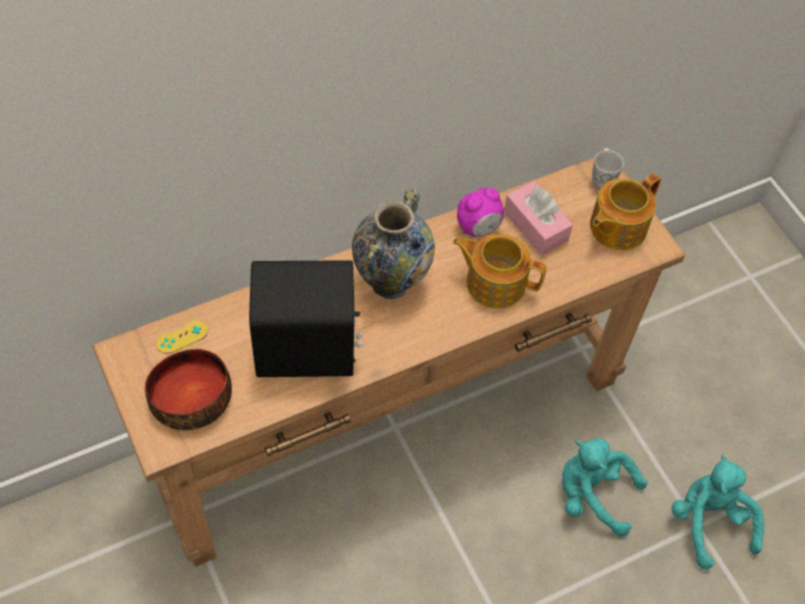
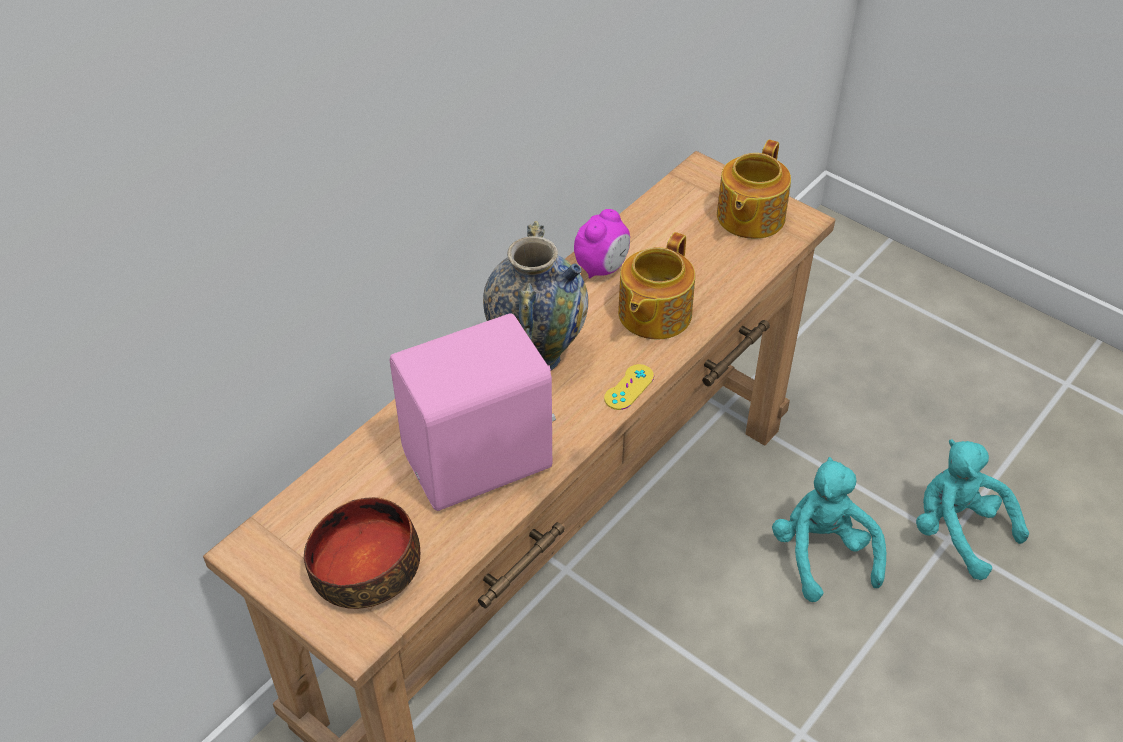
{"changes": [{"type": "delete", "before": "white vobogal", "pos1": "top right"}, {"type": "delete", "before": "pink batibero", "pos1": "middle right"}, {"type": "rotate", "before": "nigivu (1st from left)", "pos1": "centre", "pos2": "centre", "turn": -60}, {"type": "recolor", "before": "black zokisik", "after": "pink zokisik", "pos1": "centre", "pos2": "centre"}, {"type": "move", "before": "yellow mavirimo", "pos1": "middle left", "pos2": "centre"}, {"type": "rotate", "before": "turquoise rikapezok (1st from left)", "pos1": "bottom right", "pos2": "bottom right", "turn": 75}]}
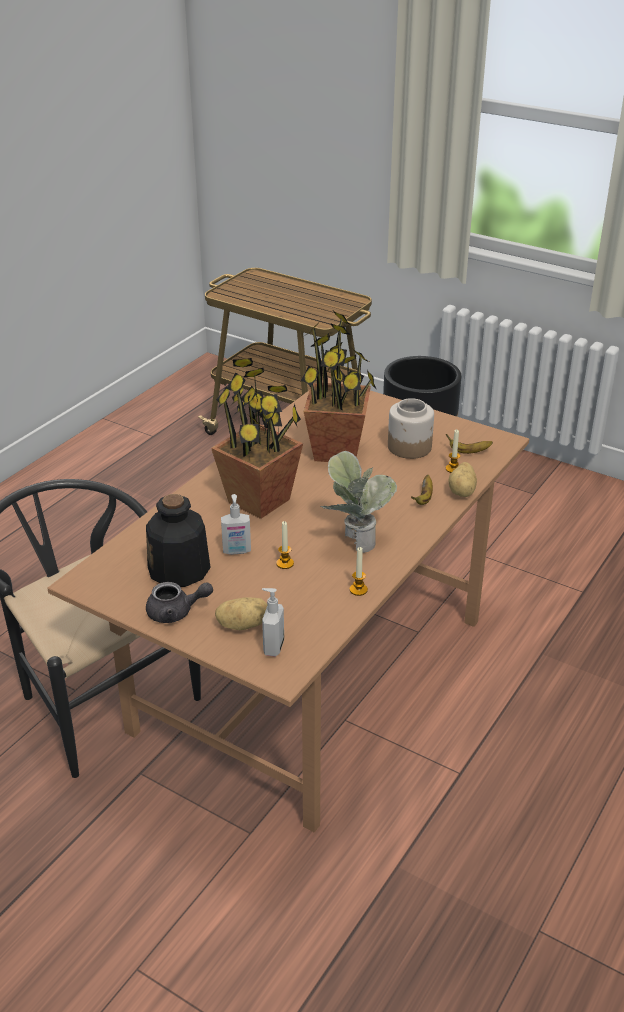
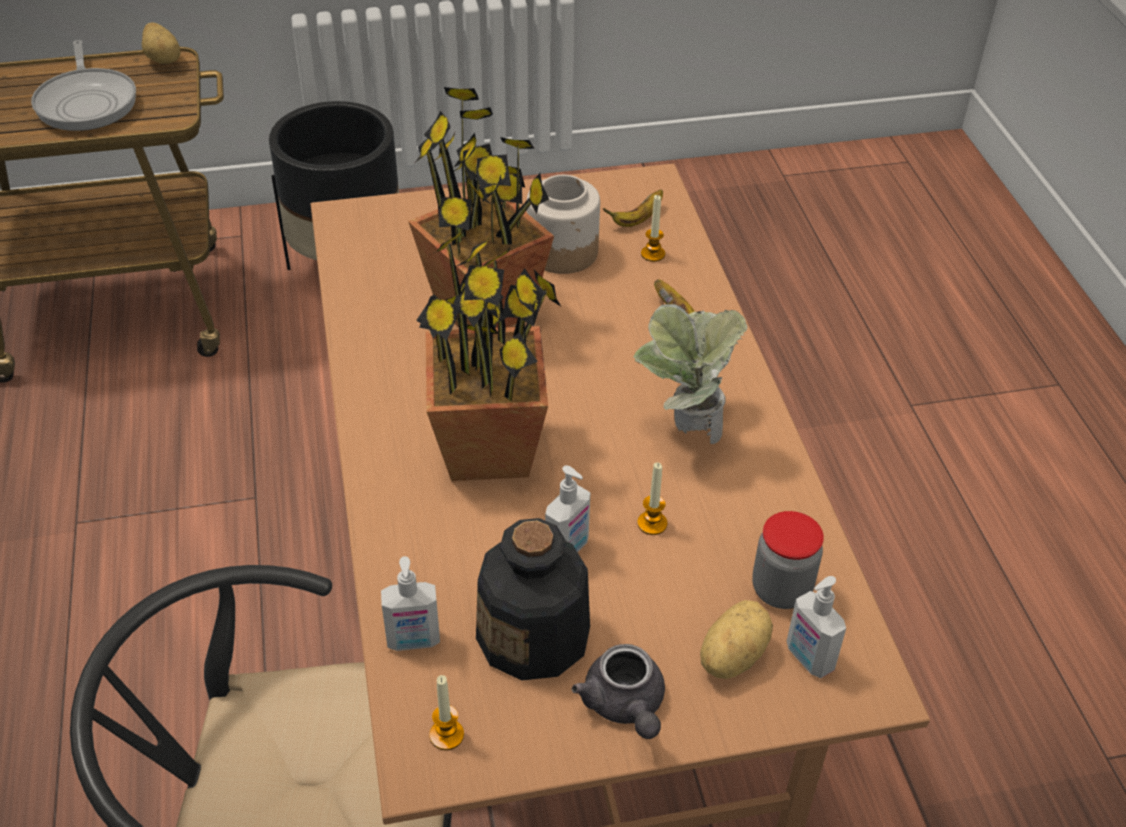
{"changes": [{"type": "move", "before": "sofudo (2nd from left in the first image)", "after": "sofudo (1st from left)", "pos1": "middle right", "pos2": "top left"}, {"type": "move", "before": "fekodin (2nd from left in the first image)", "after": "fekodin (1st from left)", "pos1": "centre", "pos2": "bottom centre"}, {"type": "rotate", "before": "grey nigivu", "pos1": "middle left", "pos2": "bottom centre", "turn": 120}, {"type": "insert", "after": "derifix", "pos2": "top left"}, {"type": "insert", "after": "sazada (2nd from left)", "pos2": "bottom right"}, {"type": "insert", "after": "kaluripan (1st from left)", "pos2": "bottom centre"}]}
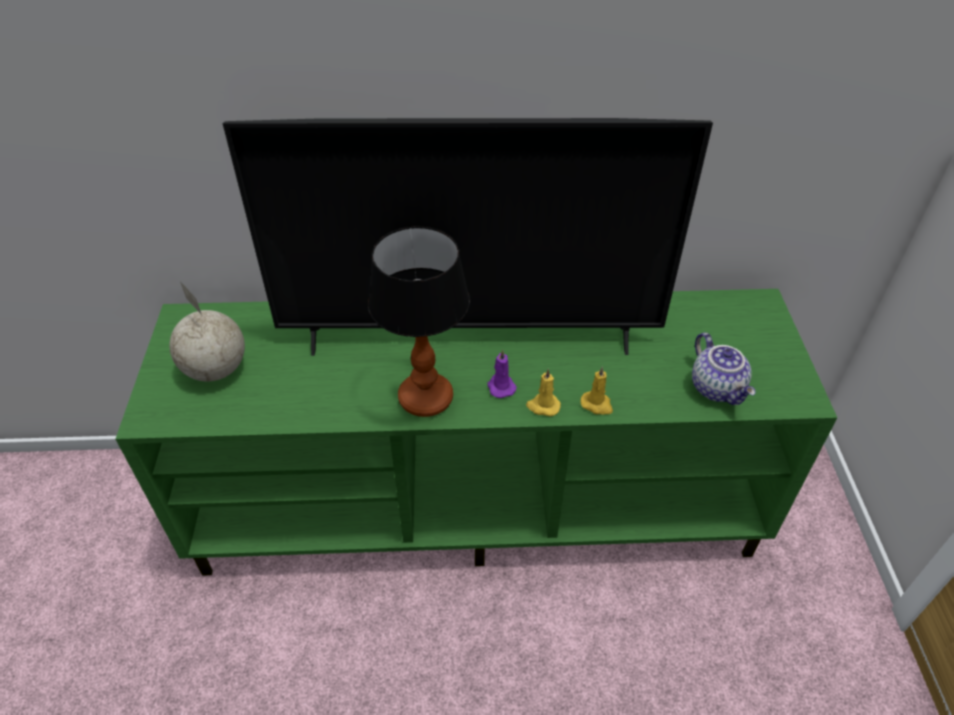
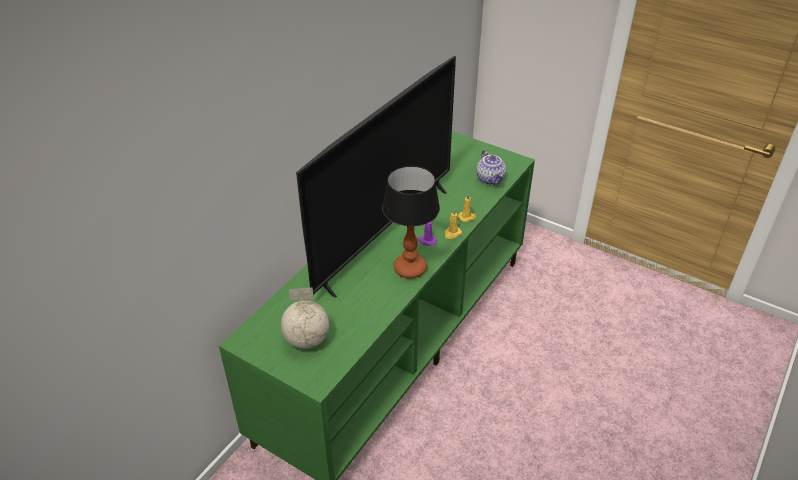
{"changes": [{"type": "rotate", "before": "nigivu", "pos1": "middle right", "pos2": "centre", "turn": 60}]}
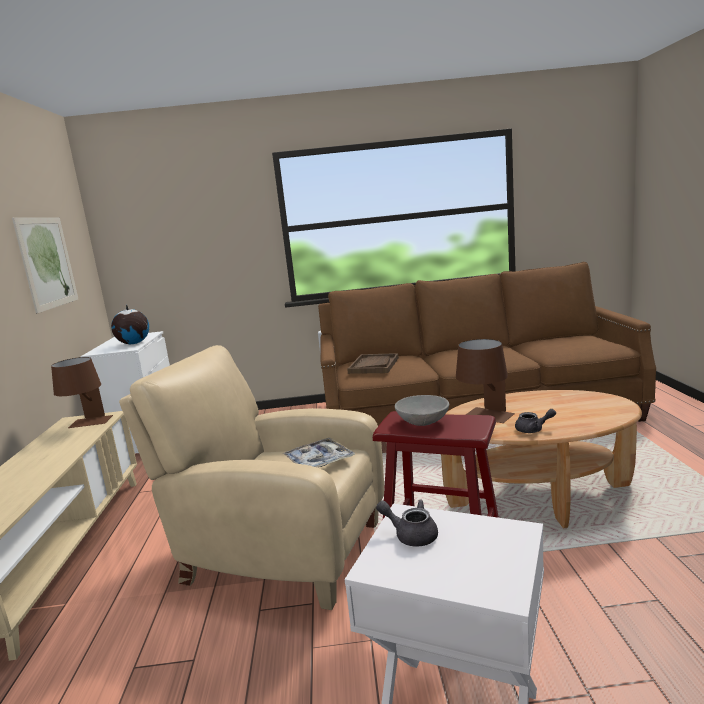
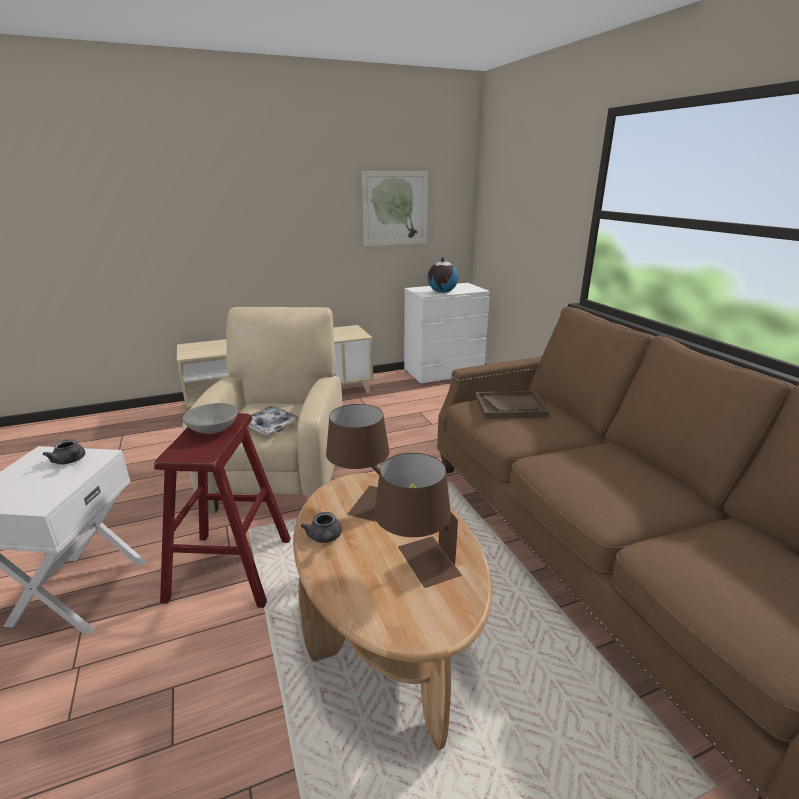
{"changes": [{"type": "move", "before": "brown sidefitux (1st from left in the first image)", "after": "brown sidefitux (2nd from left)", "pos1": "middle left", "pos2": "centre"}, {"type": "rotate", "before": "grey nigivu (1st from left)", "pos1": "bottom centre", "pos2": "middle left", "turn": 120}]}
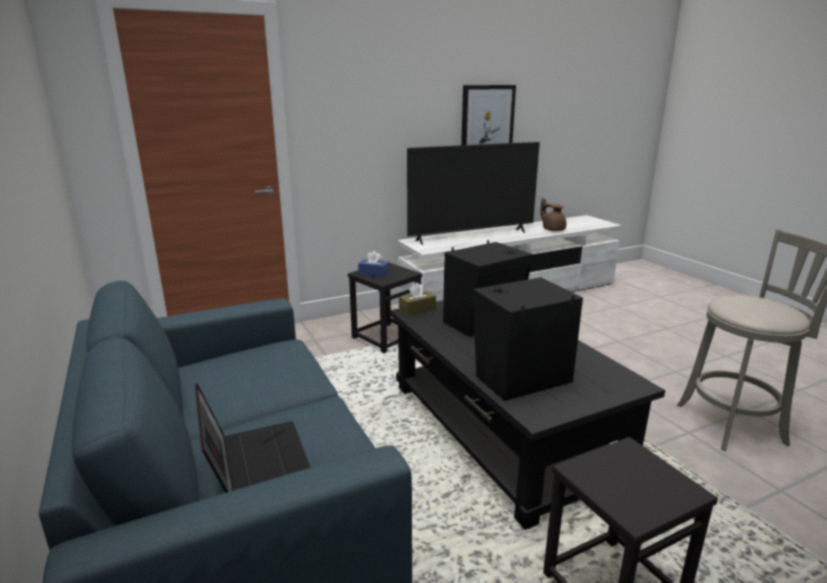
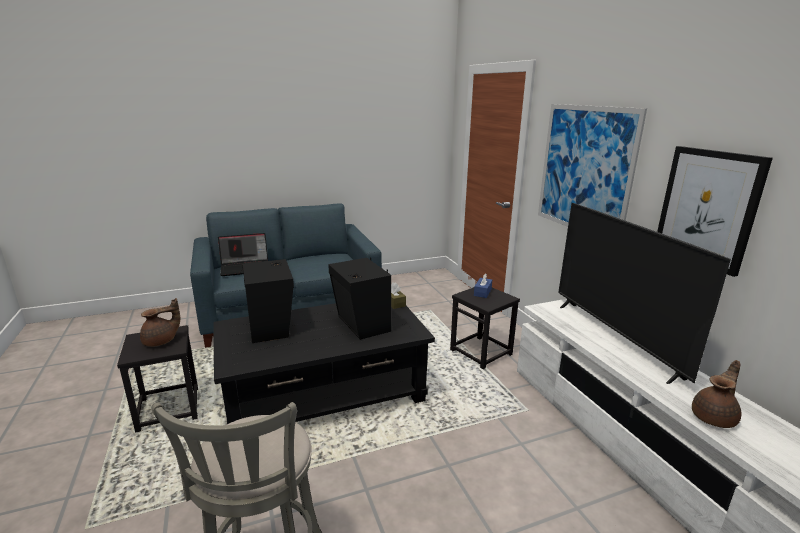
{"changes": [{"type": "insert", "after": "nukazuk (1st from left)", "pos2": "top right"}, {"type": "insert", "after": "brown nigivu (1st from left)", "pos2": "middle left"}]}
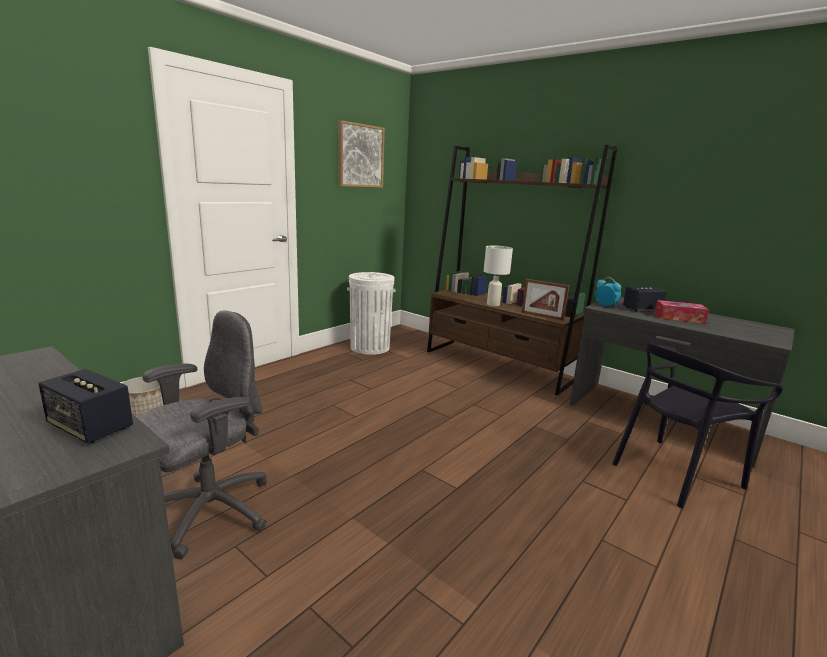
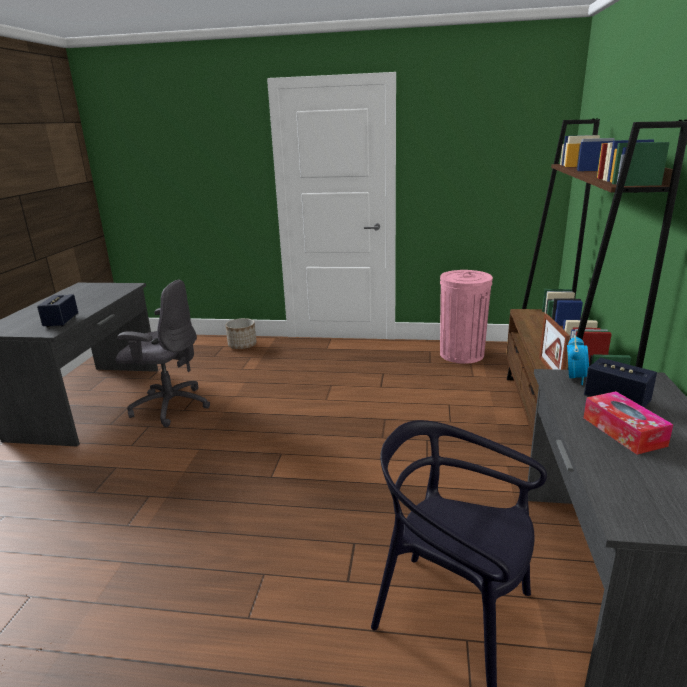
{"changes": [{"type": "delete", "before": "nukazuk", "pos1": "top centre"}, {"type": "delete", "before": "white sidefitux", "pos1": "centre"}, {"type": "recolor", "before": "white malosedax", "after": "pink malosedax", "pos1": "centre", "pos2": "middle right"}]}
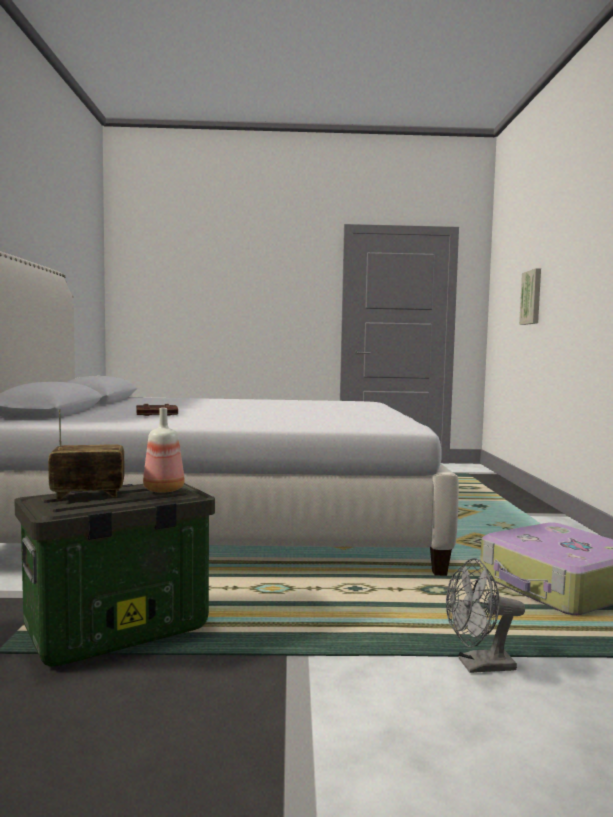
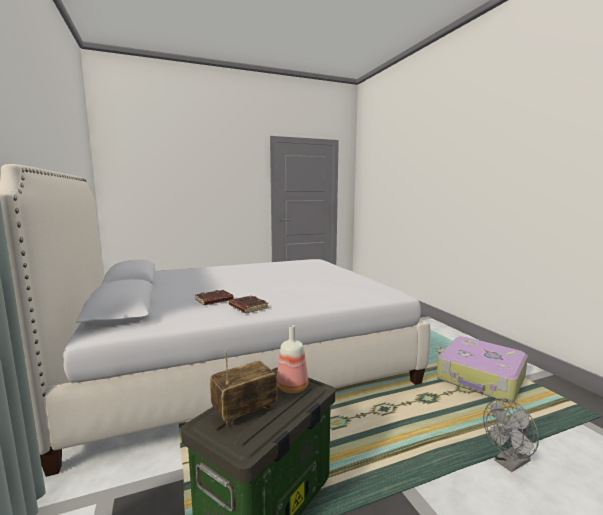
{"changes": [{"type": "delete", "before": "nukazuk", "pos1": "middle right"}, {"type": "insert", "after": "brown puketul (2nd from left)", "pos2": "centre"}]}
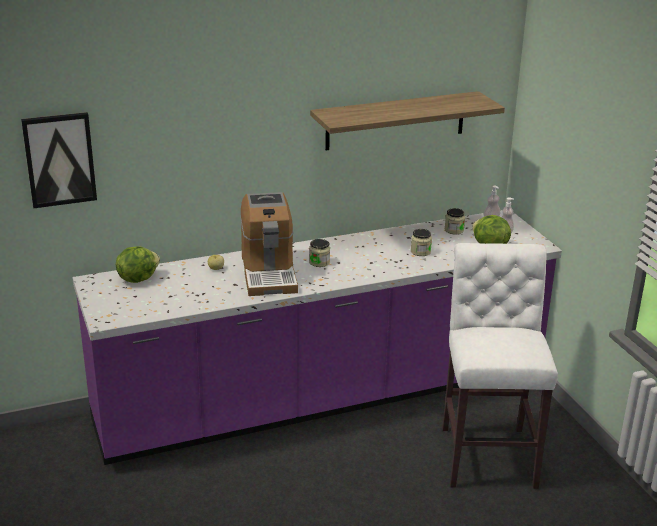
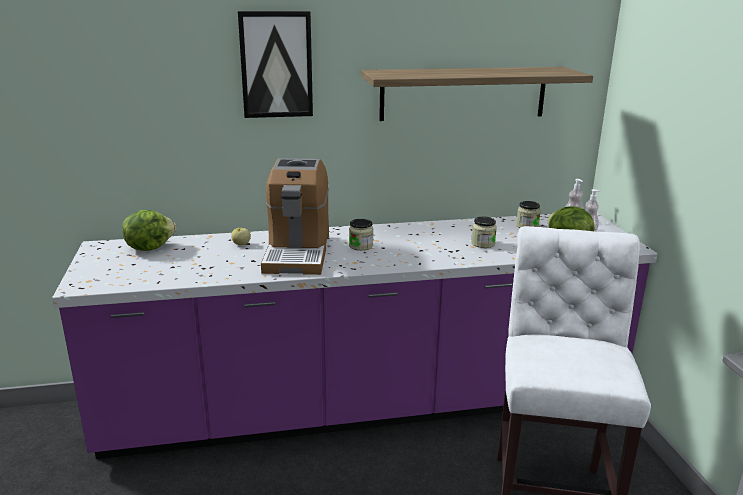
{"changes": [{"type": "move", "before": "nukazuk", "pos1": "top left", "pos2": "top centre"}]}
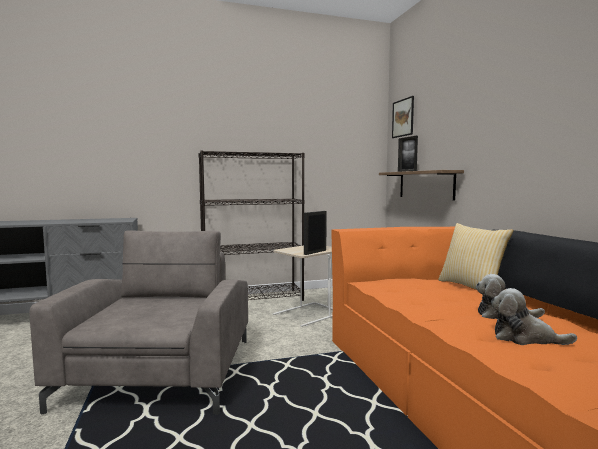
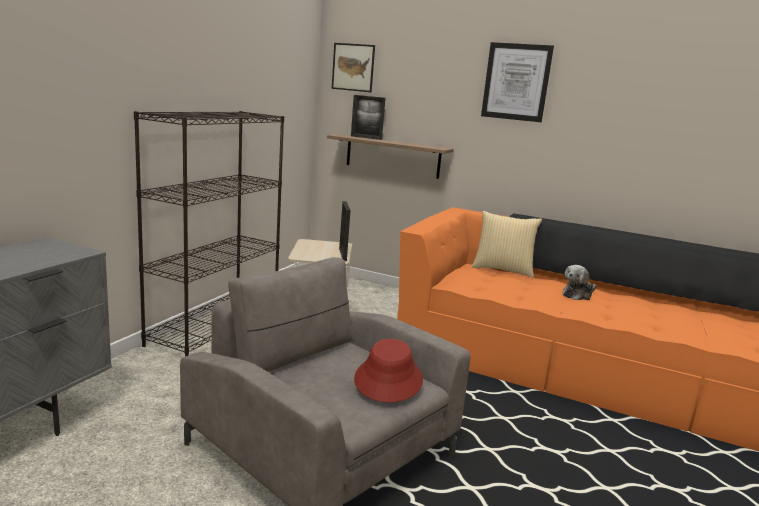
{"changes": [{"type": "delete", "before": "rikapezok (2nd from left)", "pos1": "bottom right"}, {"type": "insert", "after": "nukazuk (2nd from left)", "pos2": "top right"}, {"type": "insert", "after": "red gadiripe", "pos2": "bottom centre"}]}
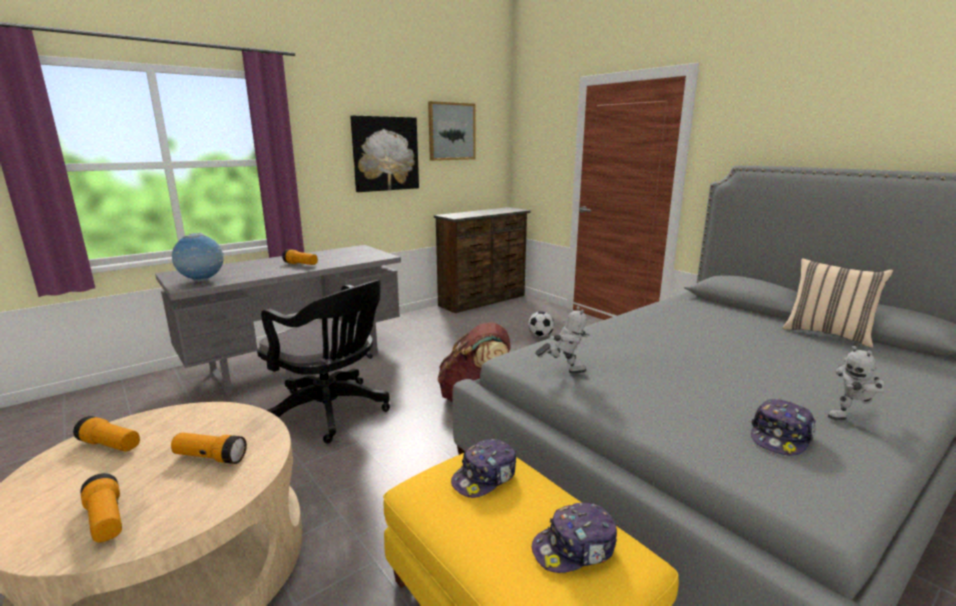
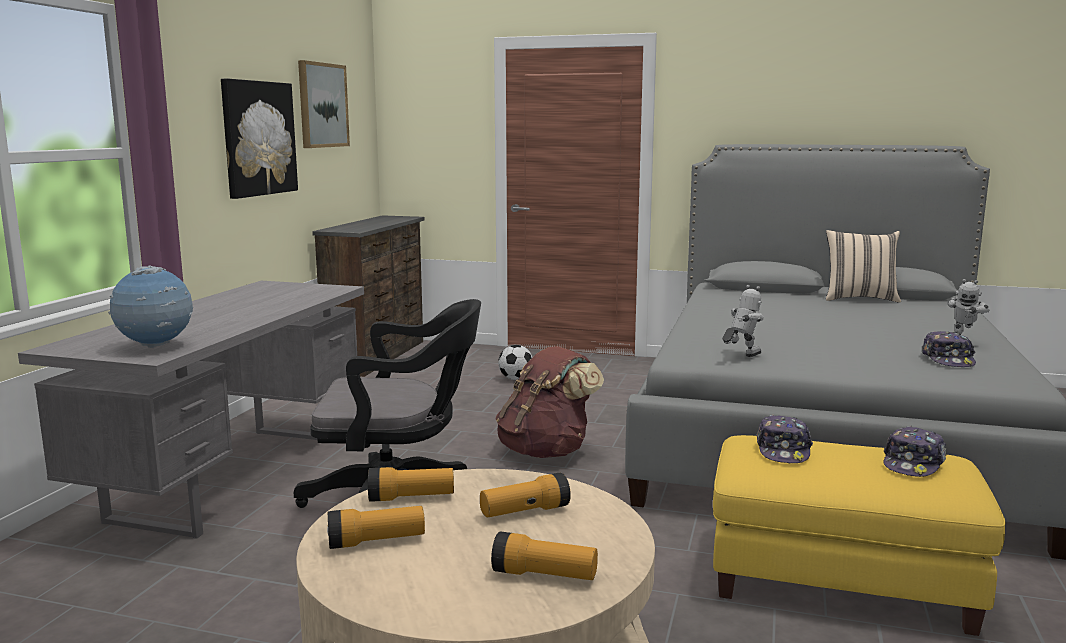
{"changes": [{"type": "move", "before": "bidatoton (4th from left in the first image)", "after": "bidatoton (2nd from left)", "pos1": "middle left", "pos2": "bottom centre"}]}
